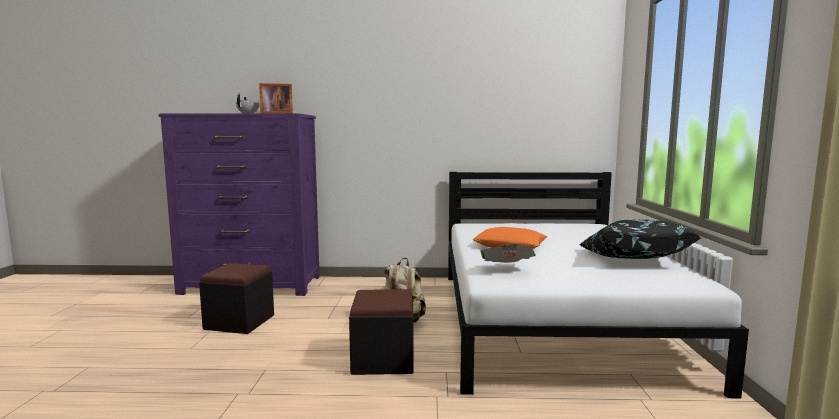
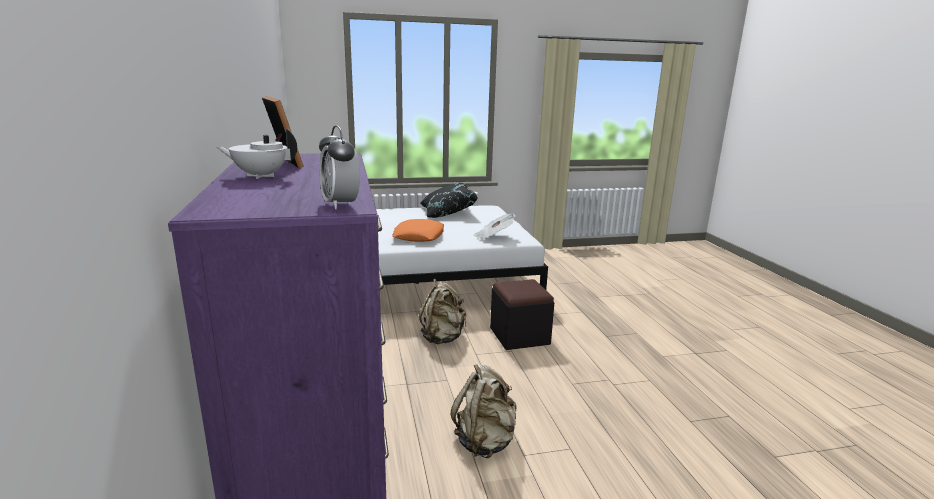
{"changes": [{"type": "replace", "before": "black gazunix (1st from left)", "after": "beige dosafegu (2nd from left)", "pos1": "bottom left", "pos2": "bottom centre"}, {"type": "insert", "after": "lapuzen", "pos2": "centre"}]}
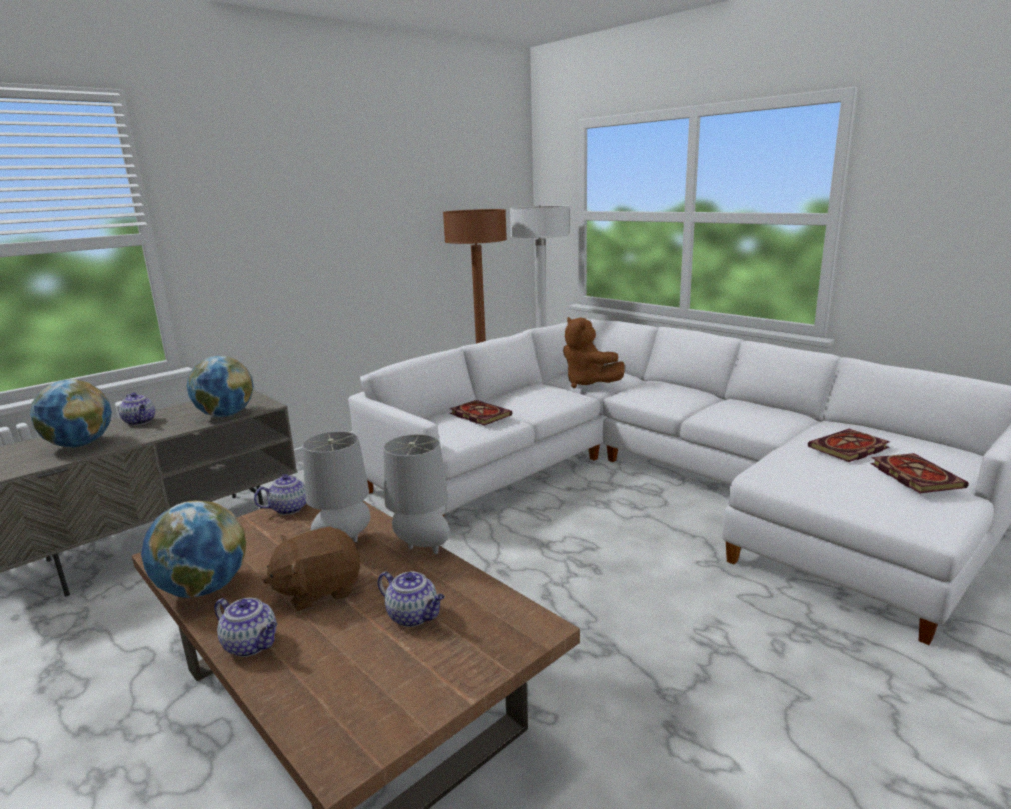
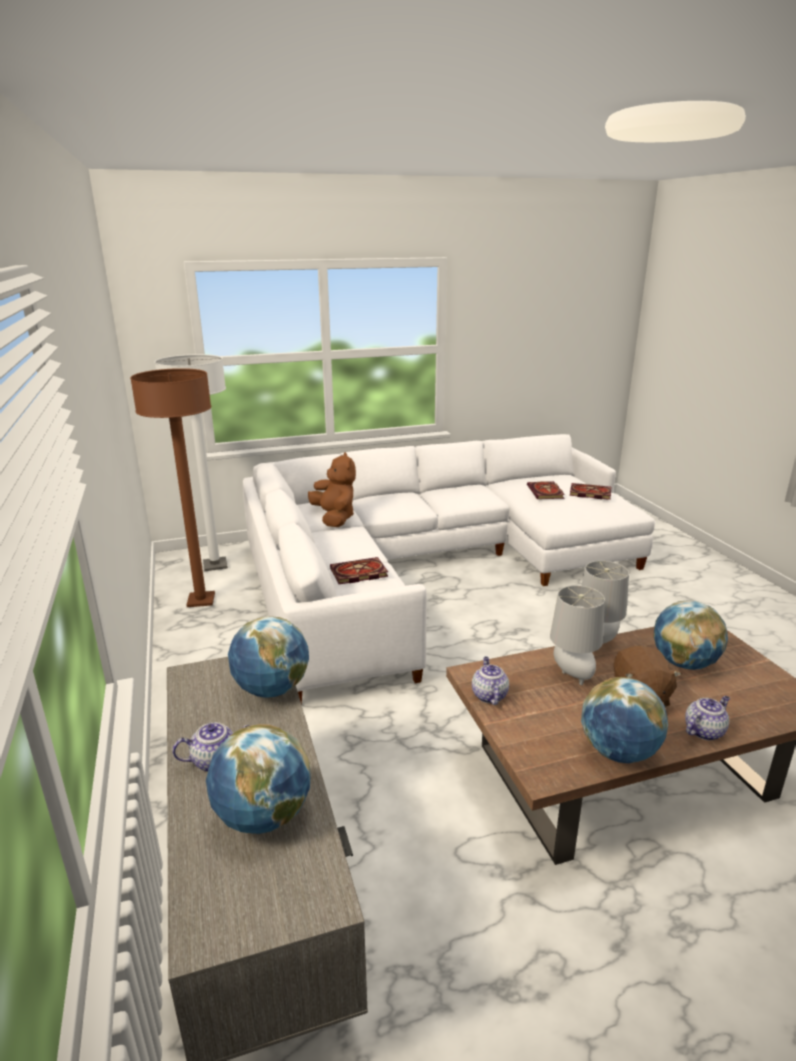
{"changes": [{"type": "rotate", "before": "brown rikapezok (2nd from left in the first image)", "pos1": "centre", "pos2": "centre", "turn": -105}, {"type": "replace", "before": "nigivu (4th from left)", "after": "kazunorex (4th from left)", "pos1": "bottom centre", "pos2": "middle right"}]}
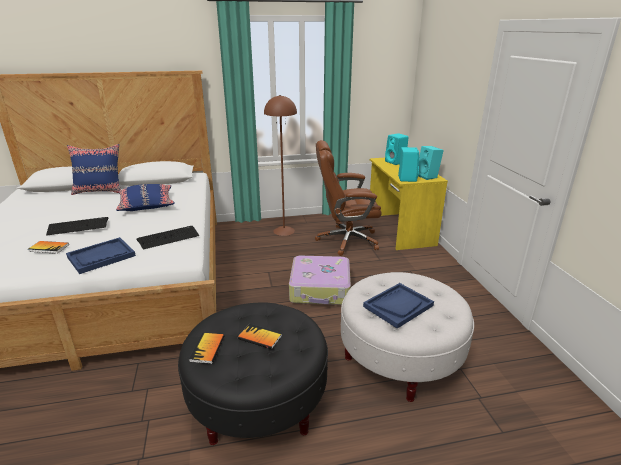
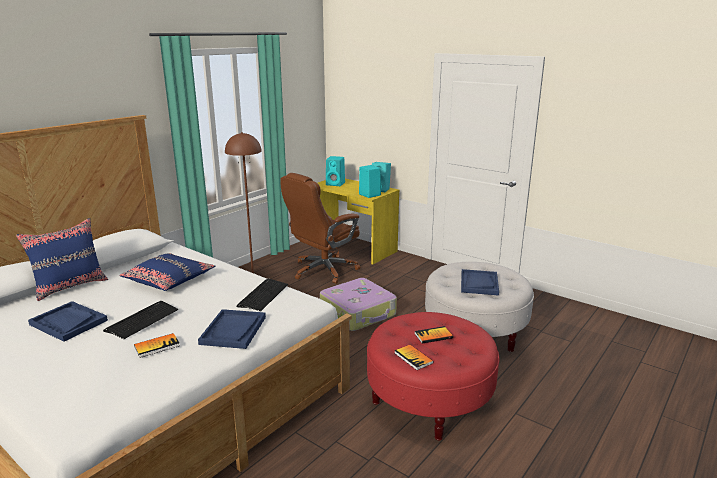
{"changes": [{"type": "recolor", "before": "black gazunix", "after": "red gazunix", "pos1": "bottom centre", "pos2": "bottom centre"}, {"type": "insert", "after": "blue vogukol (1st from left)", "pos2": "bottom left"}]}
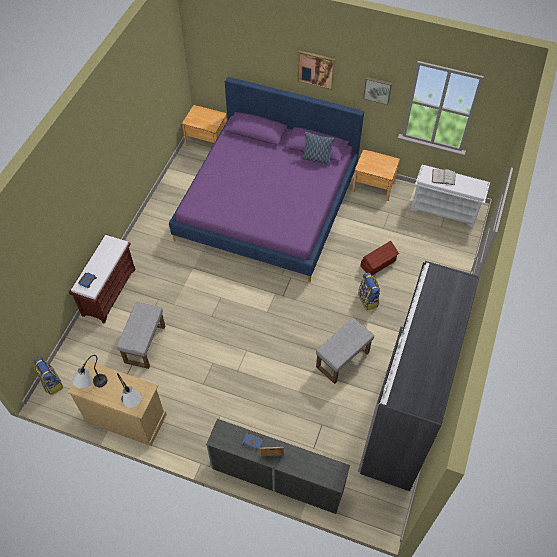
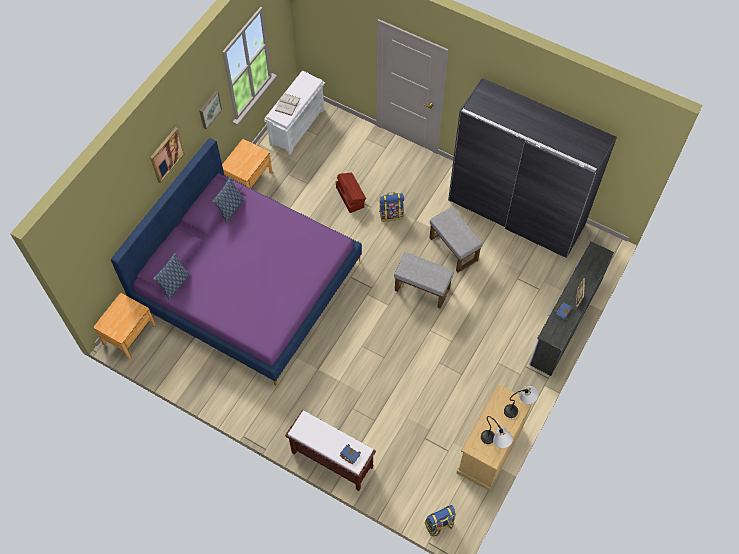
{"changes": [{"type": "move", "before": "grey gazunix (1st from left)", "pos1": "middle left", "pos2": "centre"}, {"type": "insert", "after": "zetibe (1st from left)", "pos2": "middle left"}]}
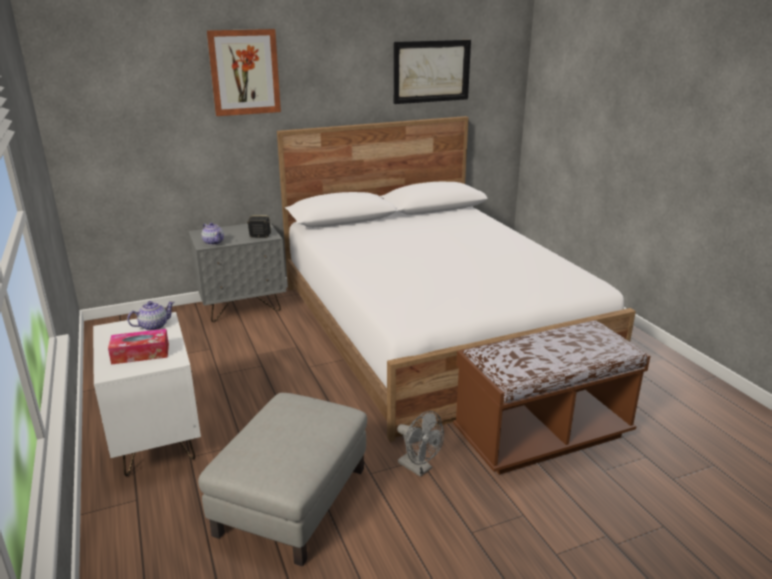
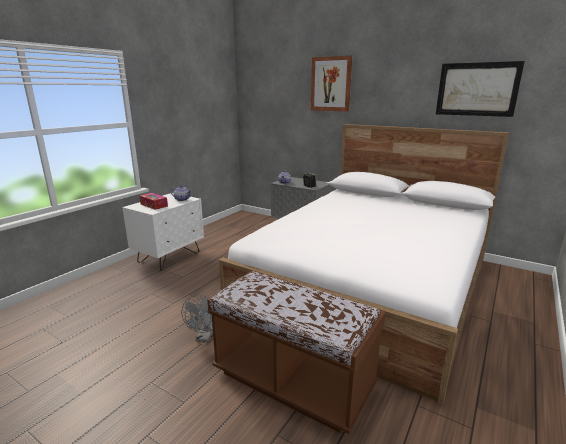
{"changes": [{"type": "delete", "before": "grey gazunix", "pos1": "bottom centre"}]}
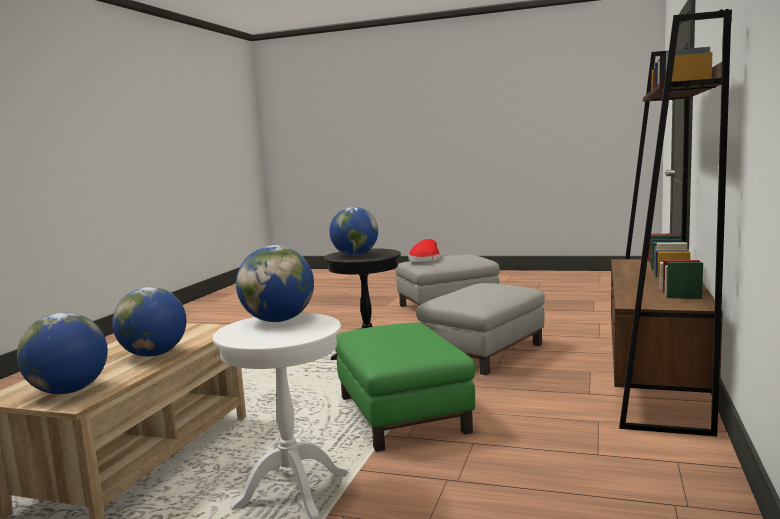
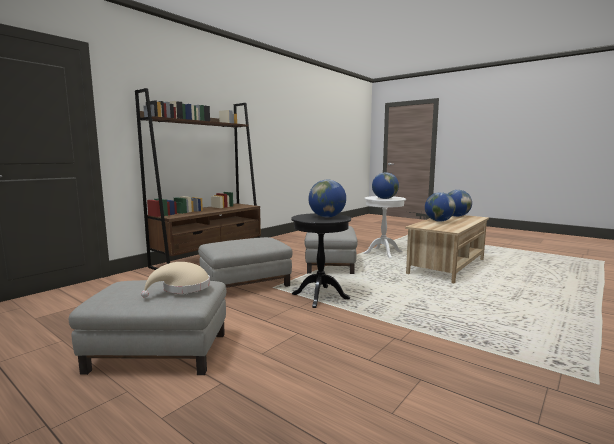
{"changes": [{"type": "recolor", "before": "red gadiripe", "after": "beige gadiripe", "pos1": "centre", "pos2": "middle left"}, {"type": "recolor", "before": "green gazunix", "after": "grey gazunix (3rd from left)", "pos1": "bottom centre", "pos2": "centre"}]}
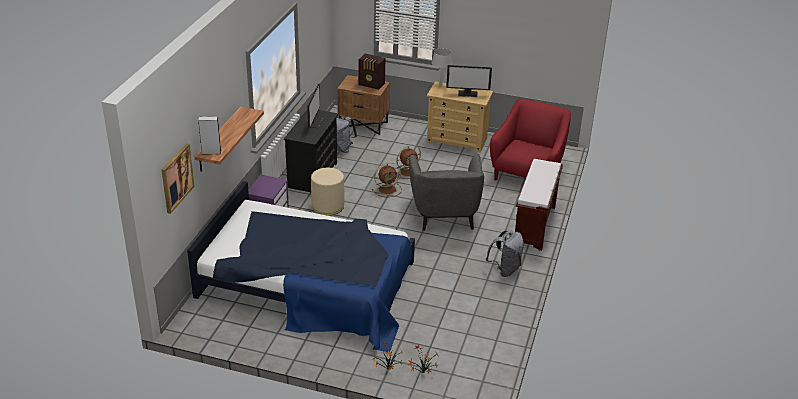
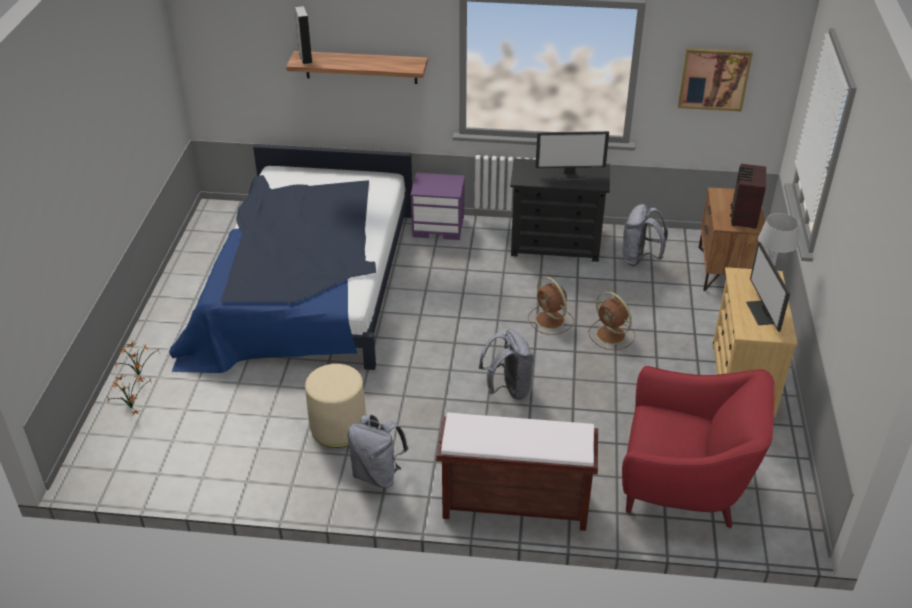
{"changes": [{"type": "move", "before": "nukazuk", "pos1": "middle left", "pos2": "top right"}, {"type": "replace", "before": "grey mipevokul", "after": "grey dosafegu (2nd from left)", "pos1": "centre", "pos2": "centre"}, {"type": "move", "before": "beige gazunix", "pos1": "centre", "pos2": "bottom centre"}]}
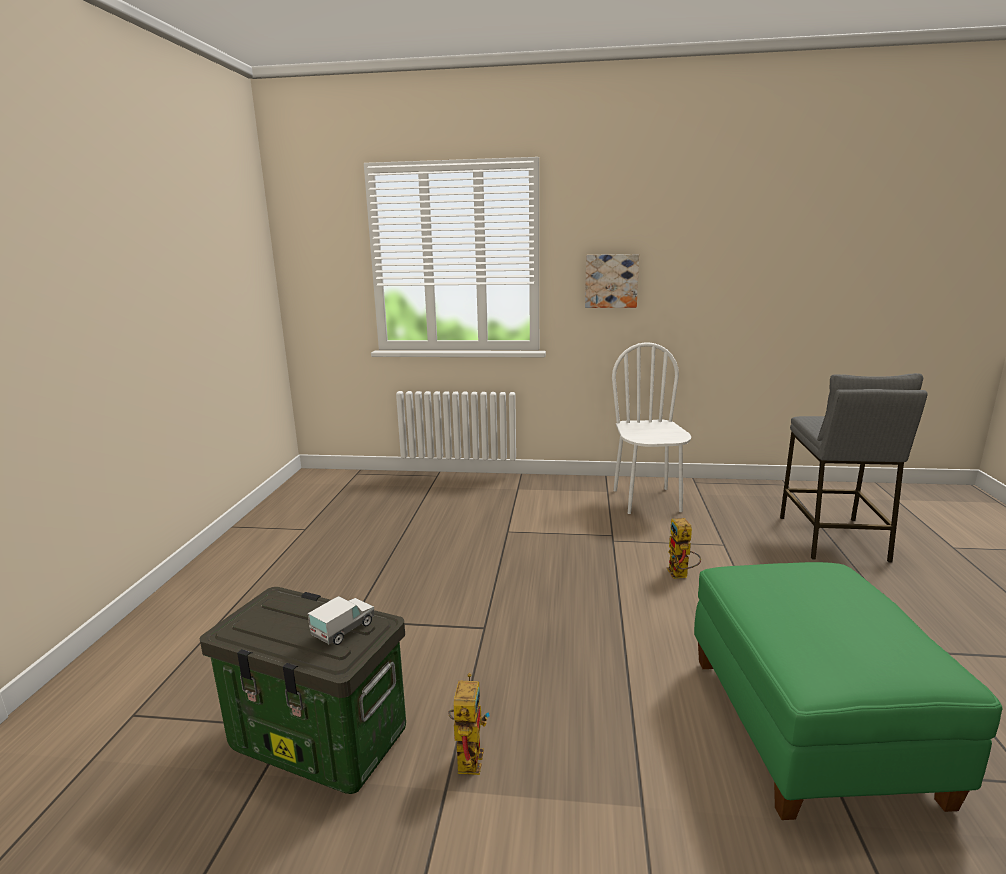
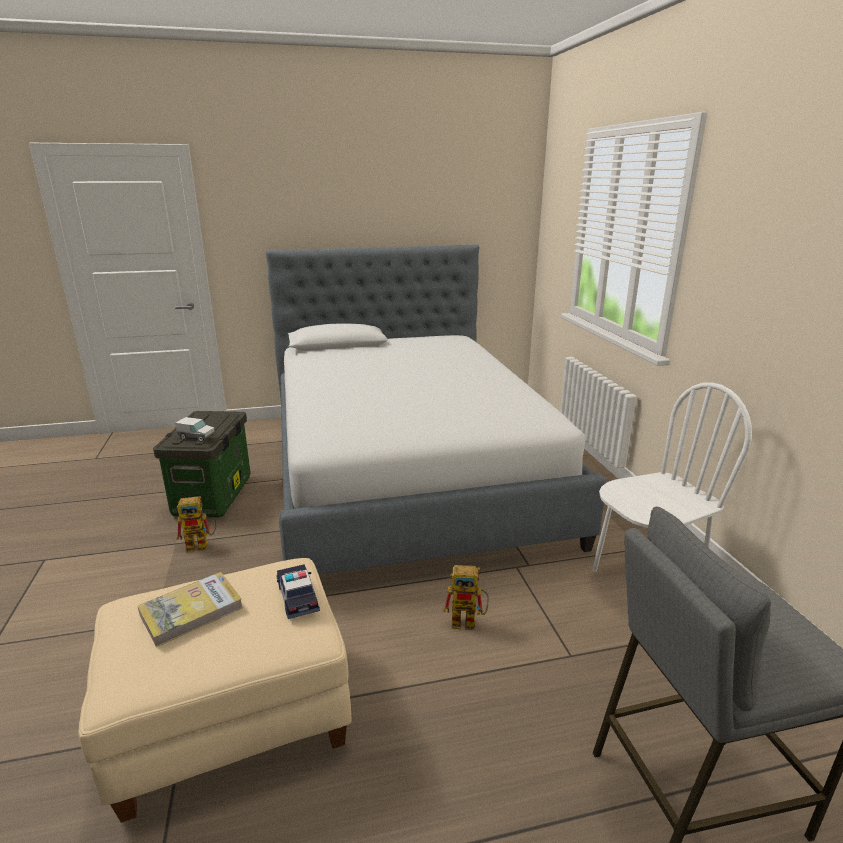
{"changes": [{"type": "delete", "before": "nukazuk", "pos1": "top centre"}, {"type": "rotate", "before": "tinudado (2nd from left)", "pos1": "middle right", "pos2": "bottom centre", "turn": -150}, {"type": "recolor", "before": "green gazunix", "after": "beige gazunix", "pos1": "bottom right", "pos2": "bottom left"}, {"type": "insert", "after": "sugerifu", "pos2": "centre"}, {"type": "insert", "after": "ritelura", "pos2": "bottom centre"}, {"type": "insert", "after": "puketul", "pos2": "bottom left"}]}
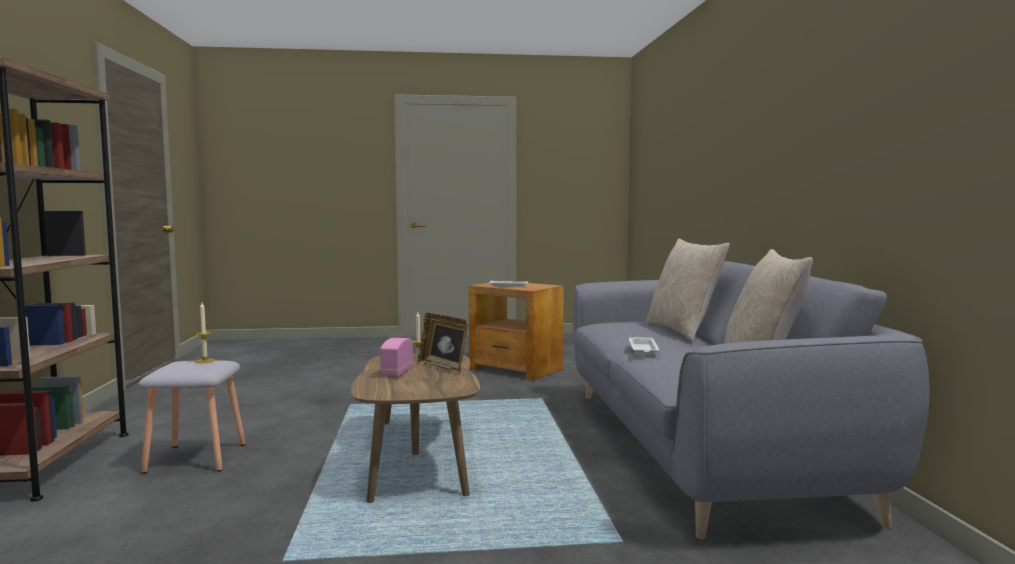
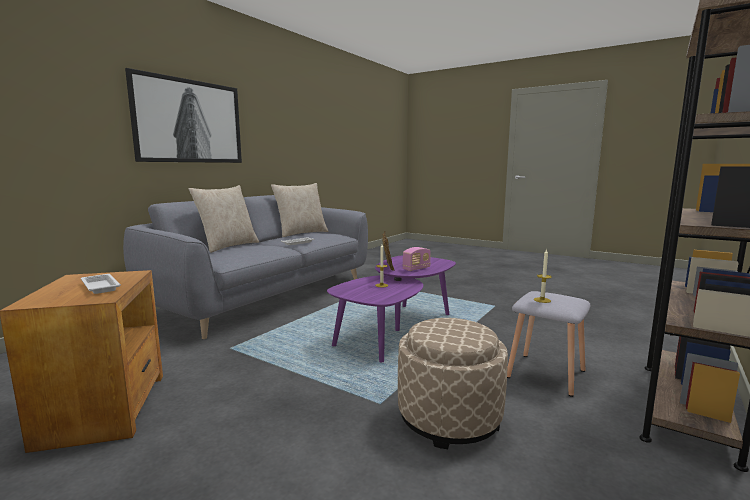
{"changes": [{"type": "recolor", "before": "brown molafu", "after": "purple molafu", "pos1": "bottom centre", "pos2": "centre"}, {"type": "insert", "after": "nukazuk", "pos2": "top left"}, {"type": "insert", "after": "beige gazunix", "pos2": "bottom centre"}]}
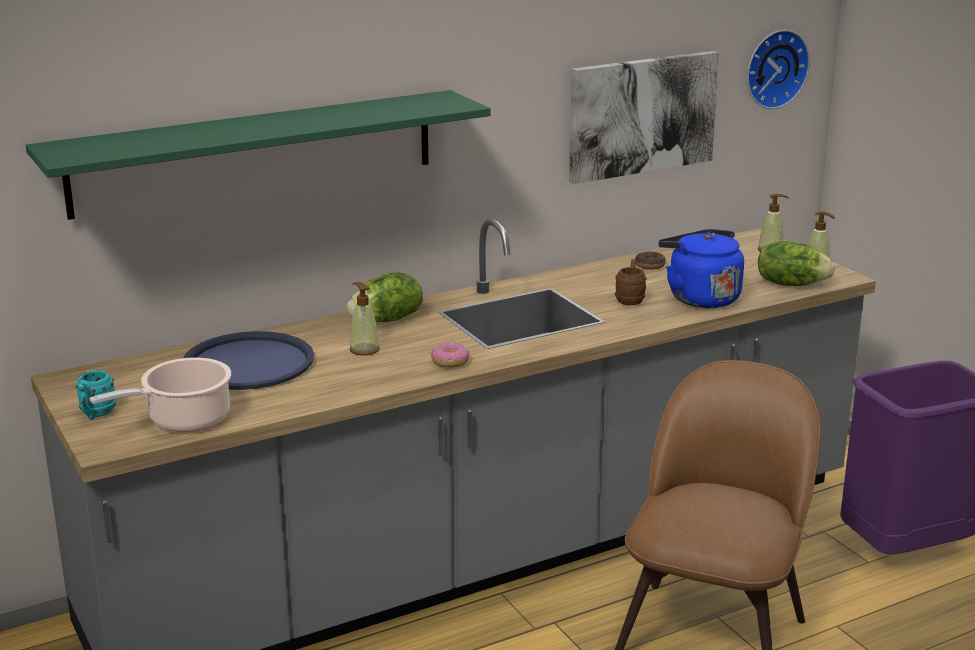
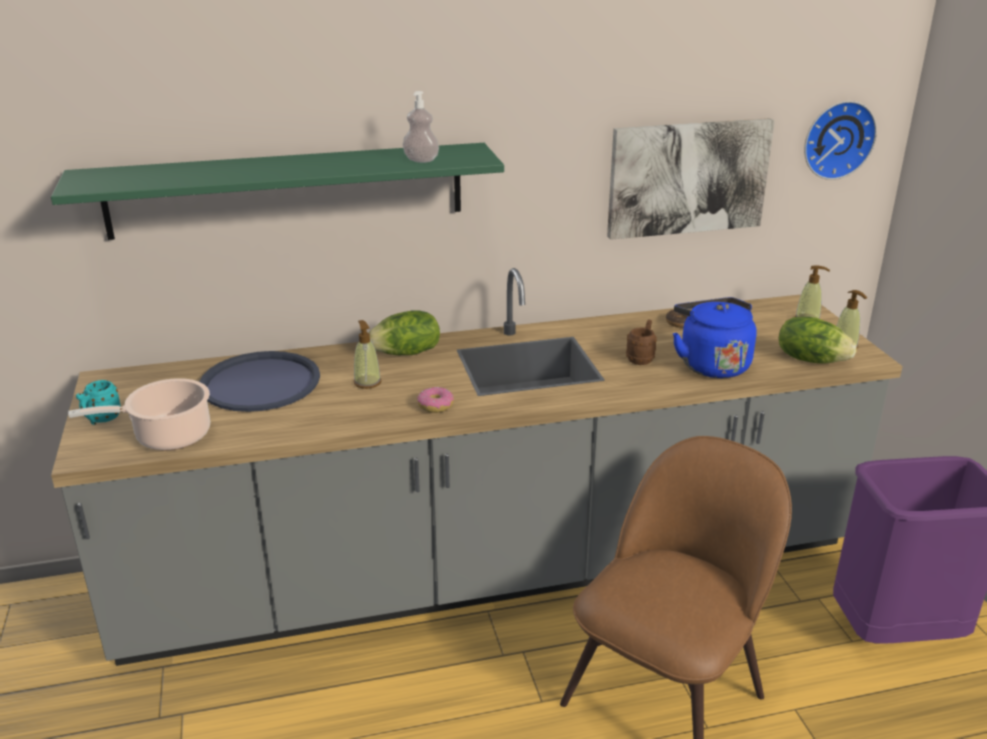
{"changes": [{"type": "insert", "after": "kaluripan (2nd from left)", "pos2": "top centre"}]}
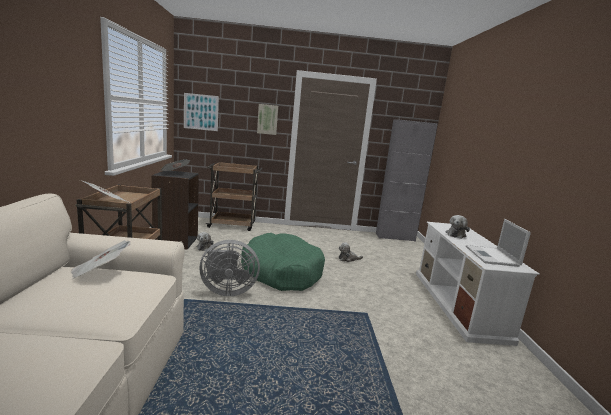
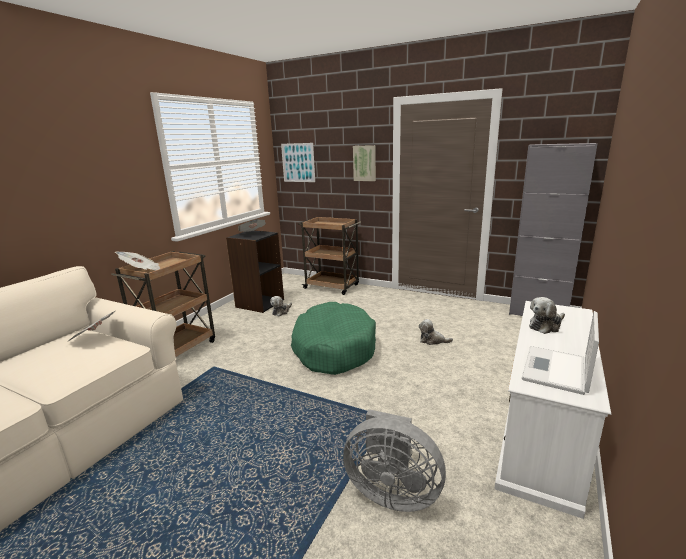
{"changes": [{"type": "move", "before": "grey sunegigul", "pos1": "centre", "pos2": "bottom centre"}]}
